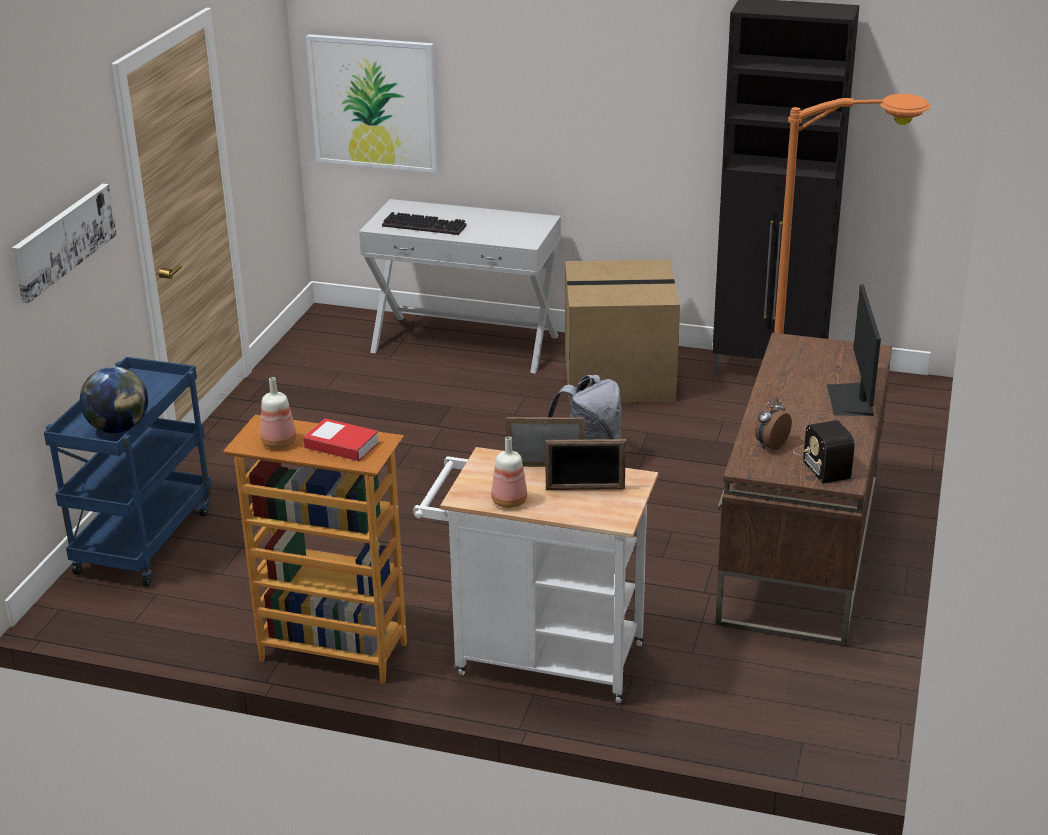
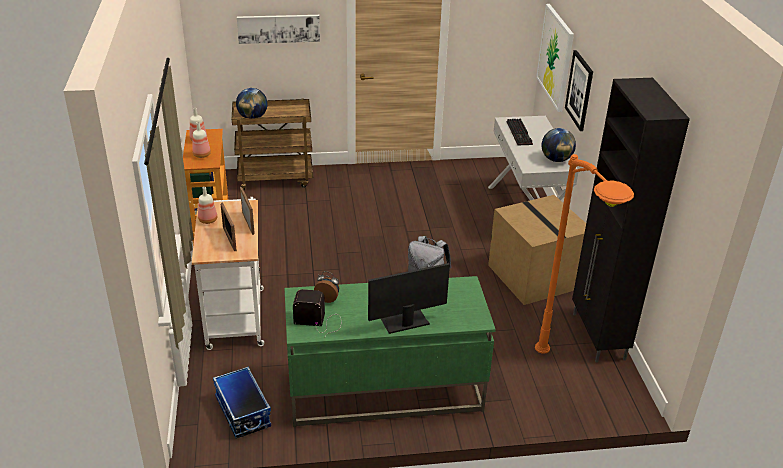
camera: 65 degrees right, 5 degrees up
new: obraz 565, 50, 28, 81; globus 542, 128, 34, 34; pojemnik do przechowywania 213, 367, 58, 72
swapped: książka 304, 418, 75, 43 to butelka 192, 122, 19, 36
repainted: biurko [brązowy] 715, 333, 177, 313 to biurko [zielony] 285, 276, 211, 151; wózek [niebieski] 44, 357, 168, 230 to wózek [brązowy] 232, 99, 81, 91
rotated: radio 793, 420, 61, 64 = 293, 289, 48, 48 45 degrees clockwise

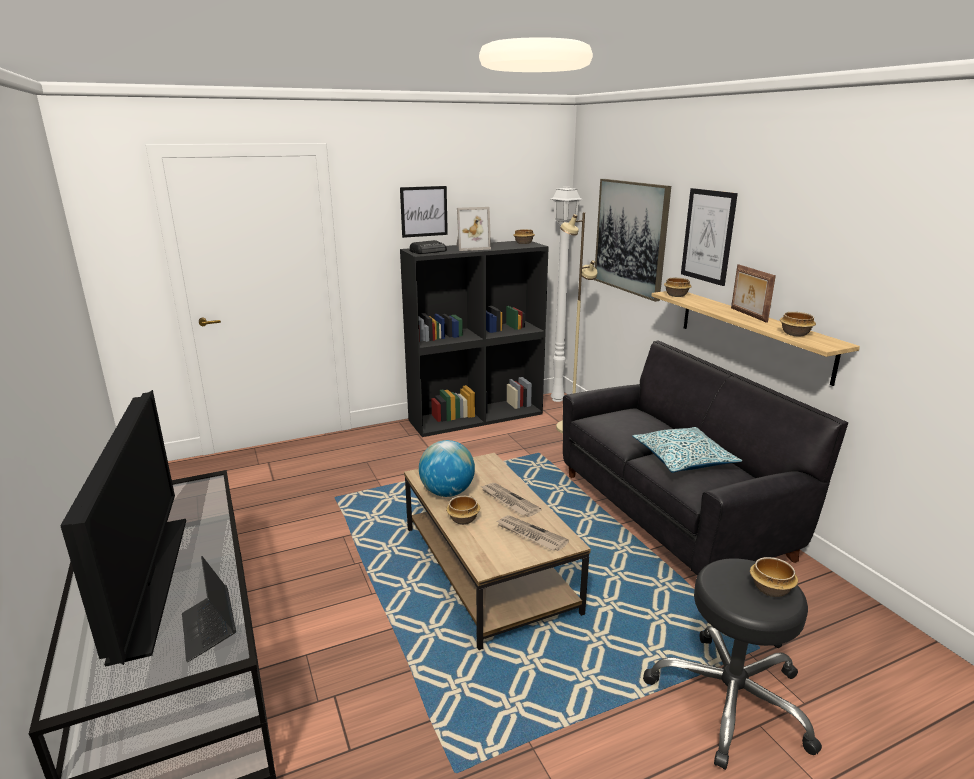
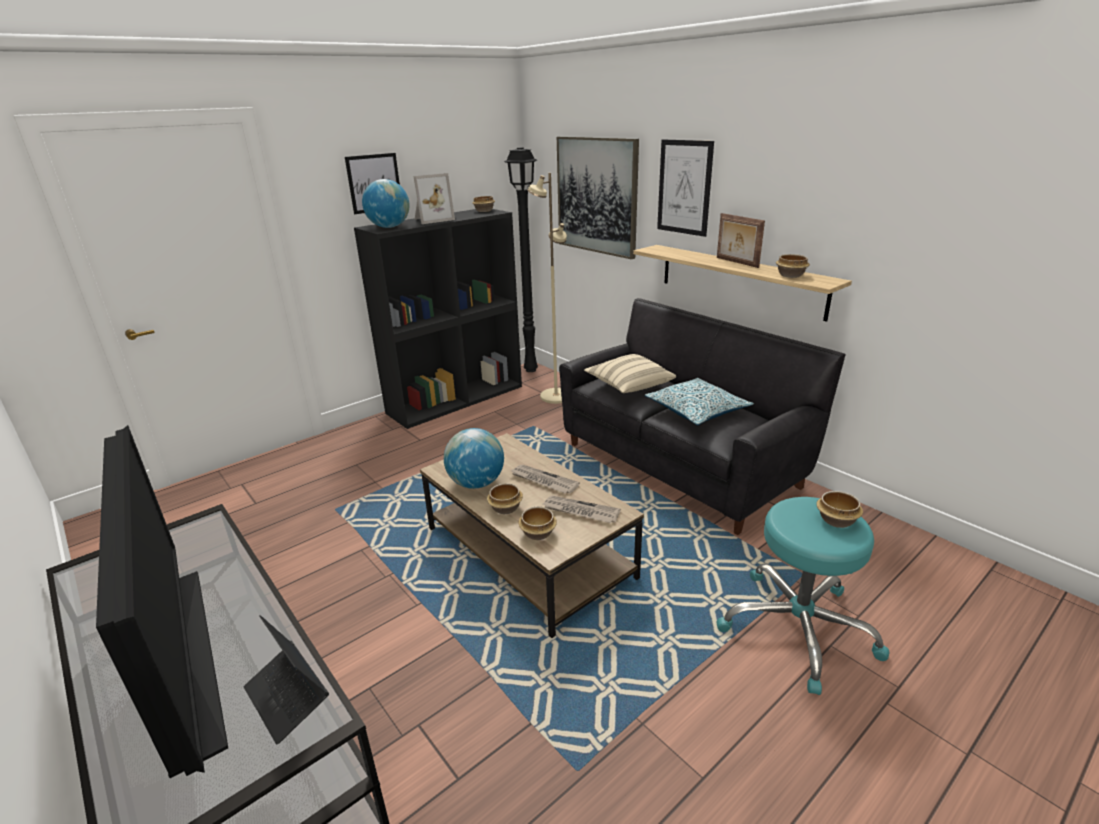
camera: 15 degrees left, 5 degrees up
new: poduszka [beżowy] 584, 354, 92, 39
shifted: miska 664, 278, 28, 19 to 518, 507, 39, 33
swapped: radio 410, 240, 37, 14 to globus 362, 179, 48, 49
repainted: lampa stojąca [biały] 551, 187, 32, 215 to lampa stojąca [czarny] 504, 148, 34, 224; stołek [czarny] 643, 559, 179, 211 to stołek [turkusowy] 716, 497, 173, 198

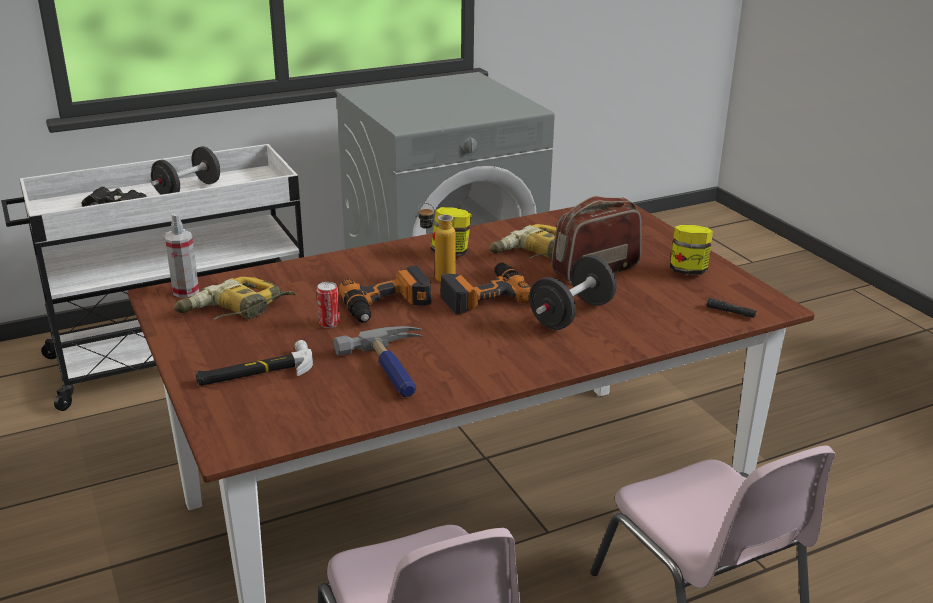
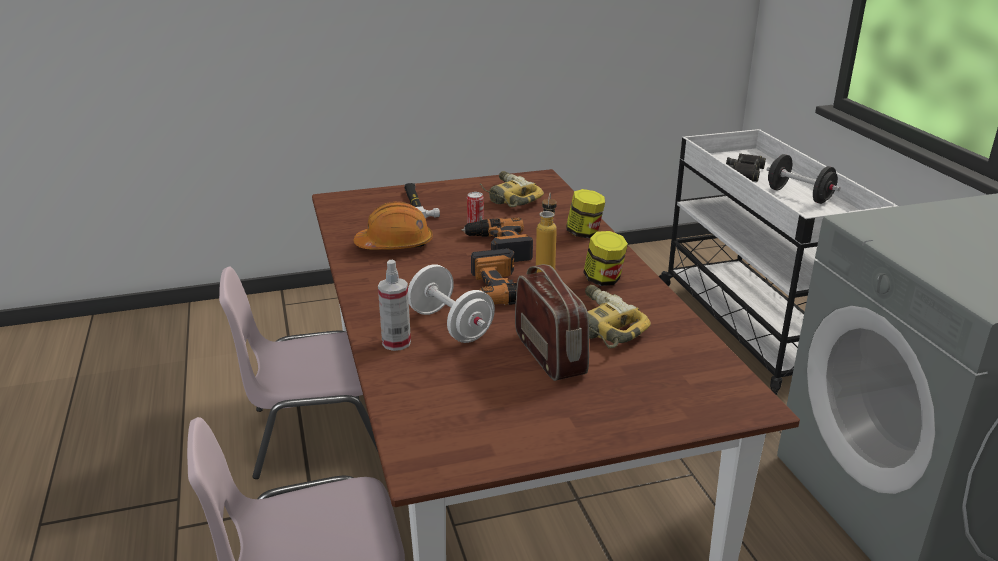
camera: 100 degrees right, 0 degrees up
gone: latarka [czarny] 707, 298, 50, 20
shifted: spryskiwacz 165, 212, 34, 85 to 378, 260, 33, 91; słoik 670, 225, 43, 50 to 566, 189, 39, 49
swapped: młotek 334, 326, 88, 71 to kask [pomarańczowy] 354, 202, 79, 48
repainted: hantel [czarny] 529, 255, 87, 75 to hantel [biały] 408, 264, 87, 79

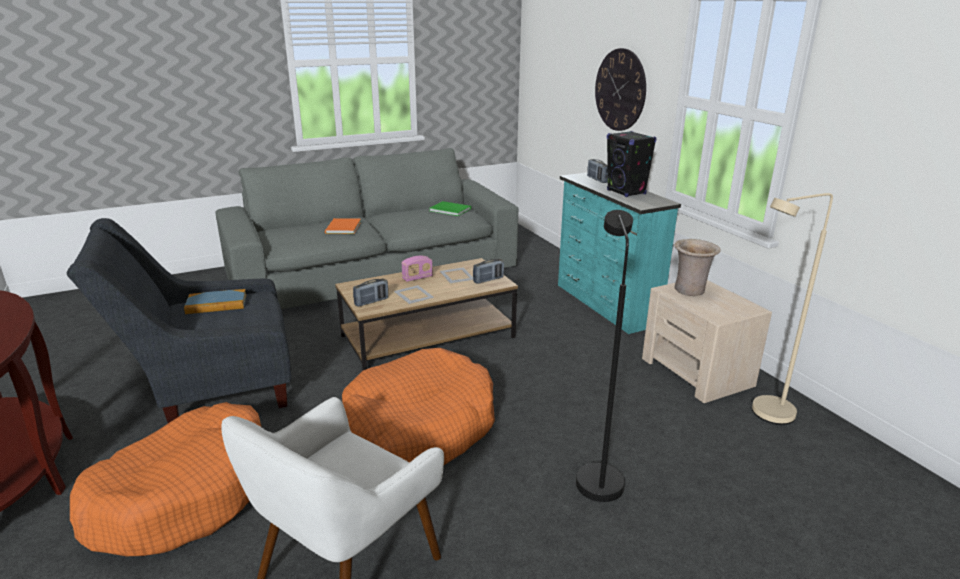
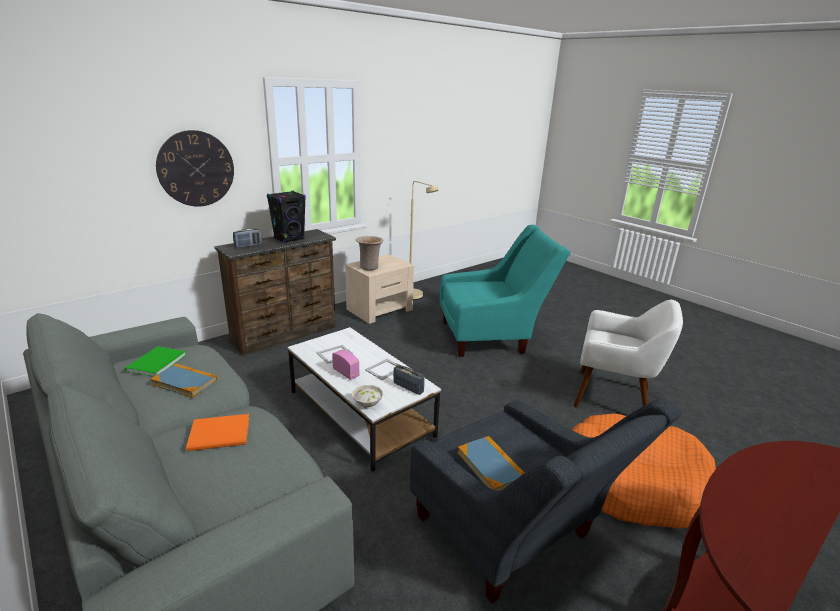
camera: 105 degrees left, 0 degrees up
gone: radio 473, 259, 31, 25; legowisko [pomarańczowy] 342, 348, 153, 117
new: książka 150, 364, 67, 34; miska [biały] 352, 385, 31, 24
swapped: lampa stojąca [czarny] 576, 210, 57, 292 to fotel [turkusowy] 440, 225, 131, 132
repainted: komoda [turkusowy] 558, 172, 123, 162 to komoda [brązowy] 214, 229, 122, 127; ława [brązowy] 335, 258, 183, 112 to ława [biały] 287, 327, 154, 145

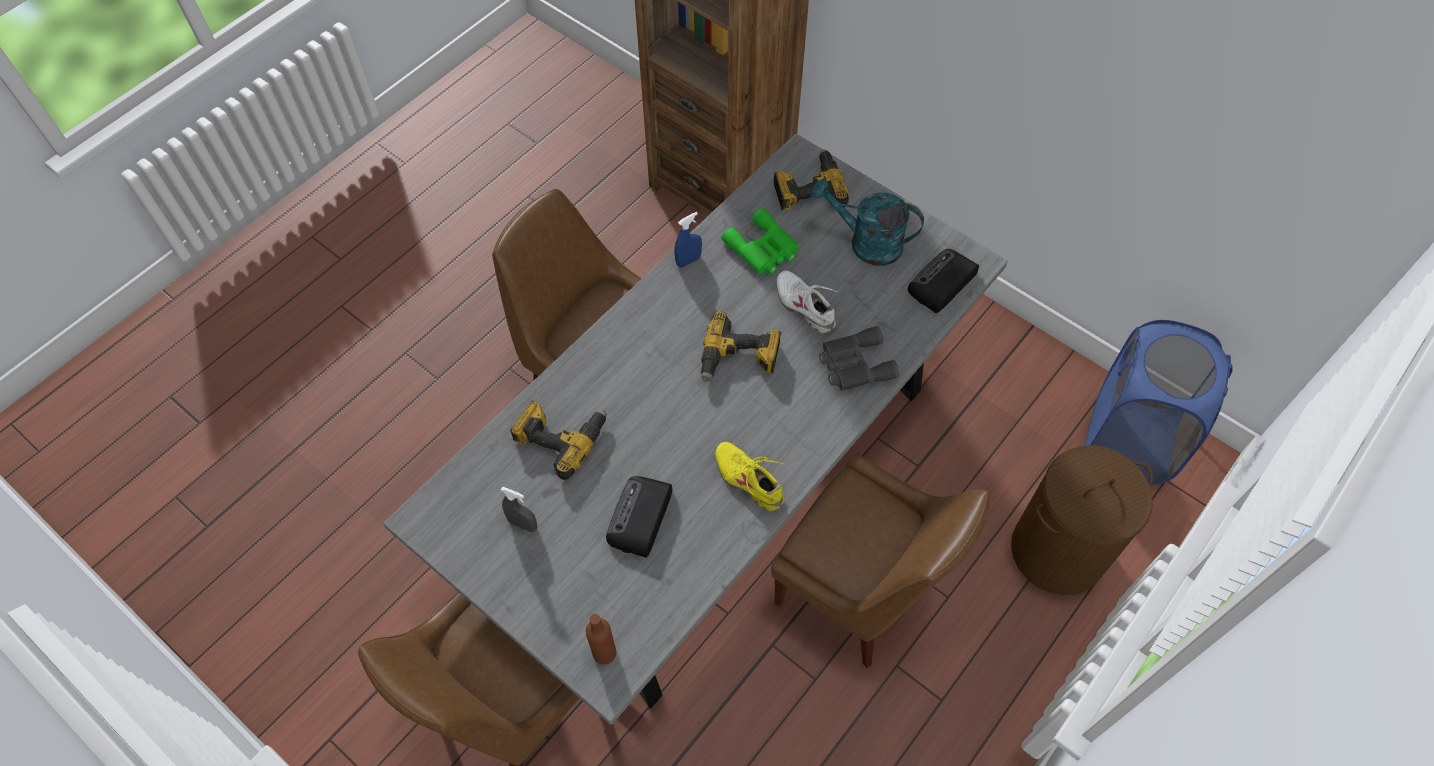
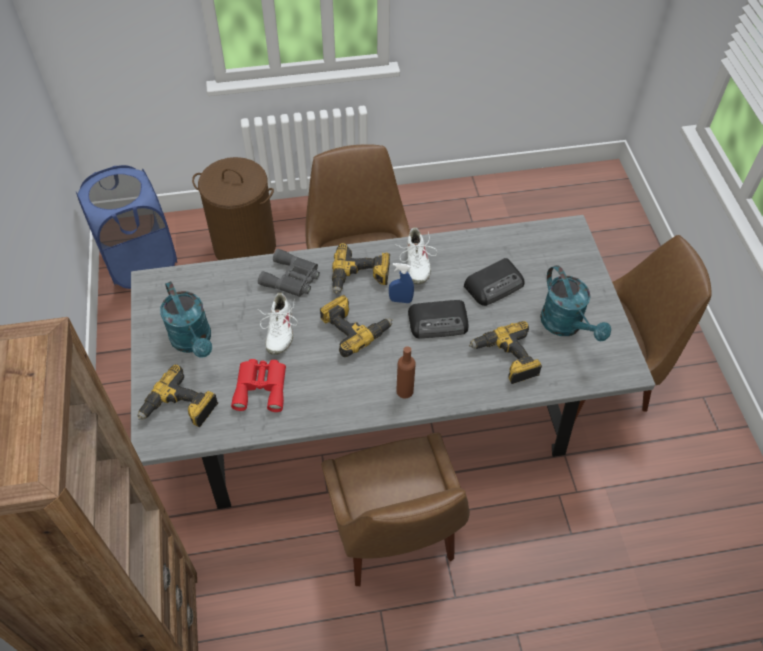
camera: 140 degrees left, 5 degrees down
new: wiertarka 332, 243, 58, 51
shifted: spryskiwacz [niebieski] 674, 212, 28, 55 to 389, 263, 25, 40; radio 908, 249, 71, 64 to 408, 300, 60, 38; butelka [brązowy] 586, 614, 30, 51 to 396, 346, 20, 53
swapped: spryskiwacz [szary] 501, 487, 36, 45 to konewka [turkusowy] 540, 265, 71, 76
repainted: lornetka [zielony] 721, 208, 78, 67 to lornetka [czerwony] 231, 359, 55, 53; but [żółty] 715, 442, 69, 69 to but [biały] 397, 227, 41, 57

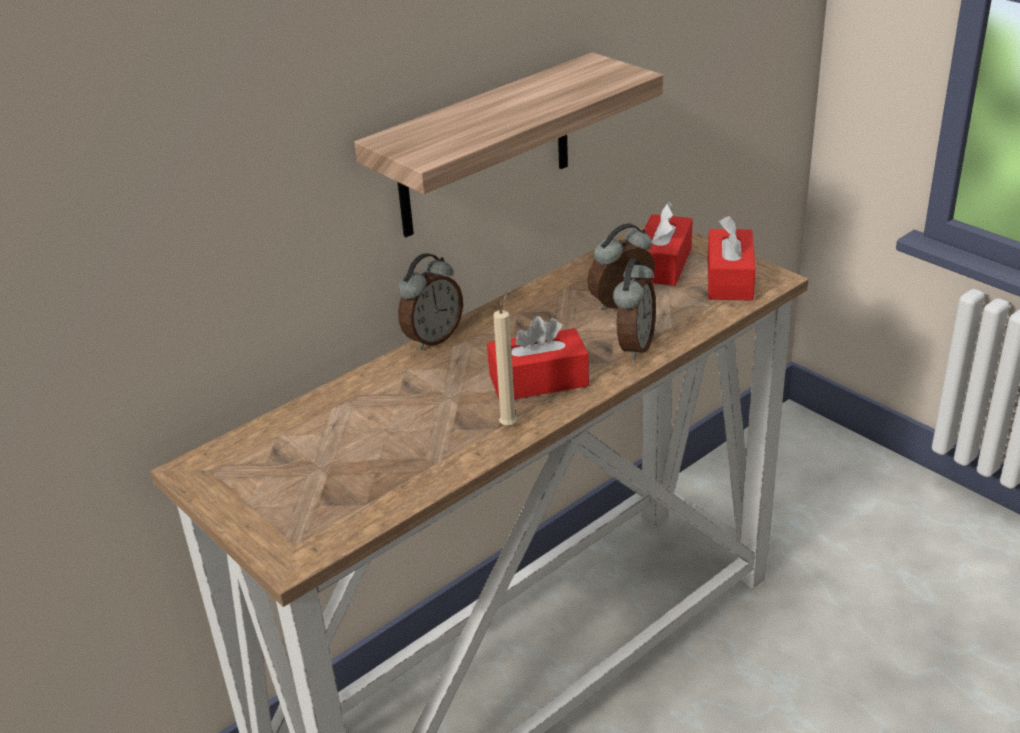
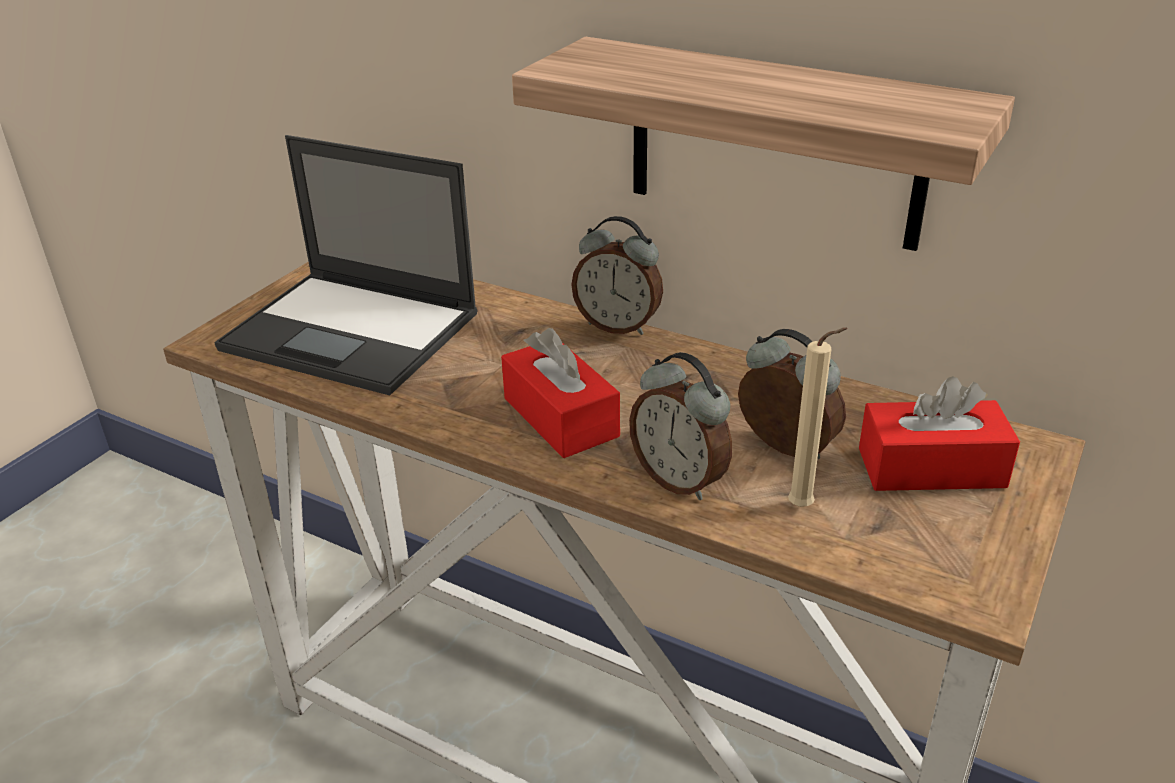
camera: 70 degrees right, 0 degrees up
gone: pudełko chusteczek [czerwony] 708, 216, 48, 85
new: laptop 214, 135, 264, 260
shifted: świeca [beżowy] 493, 293, 24, 133 to 788, 328, 60, 179
rotated: budzik 613, 259, 43, 100 = 629, 352, 103, 148 45 degrees clockwise

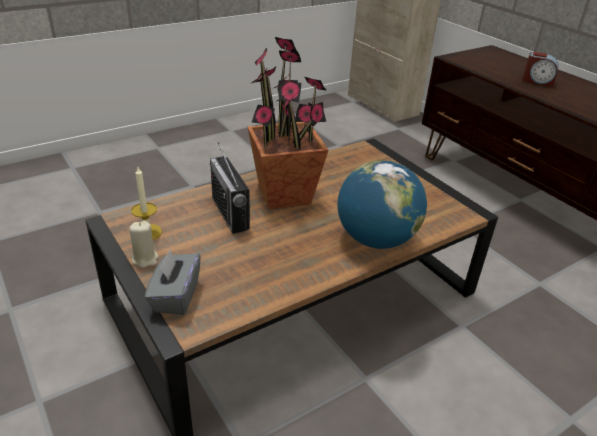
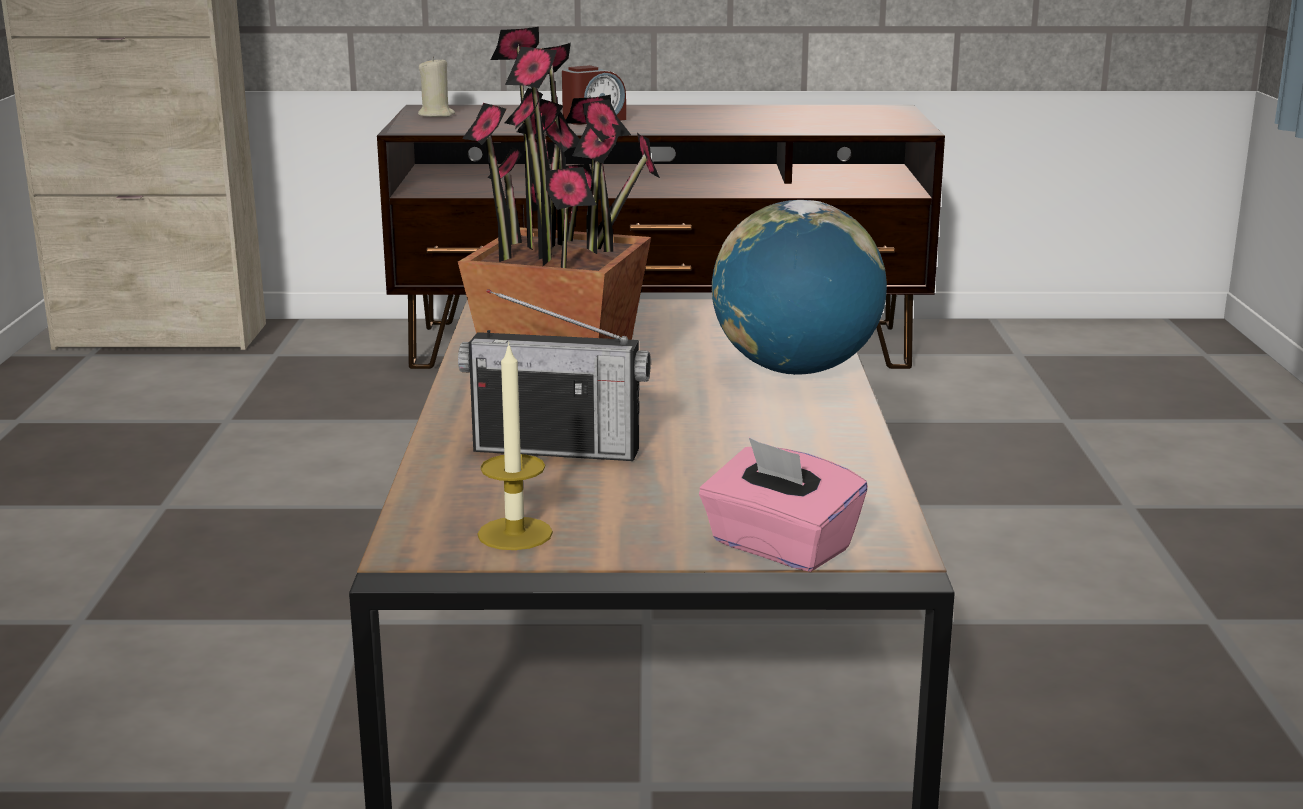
camera: 55 degrees left, 15 degrees down
shifted: świeca [beżowy] 129, 221, 30, 47 to 418, 56, 37, 61
repainted: pudełko chusteczek [szary] 145, 250, 56, 65 to pudełko chusteczek [różowy] 699, 438, 169, 134

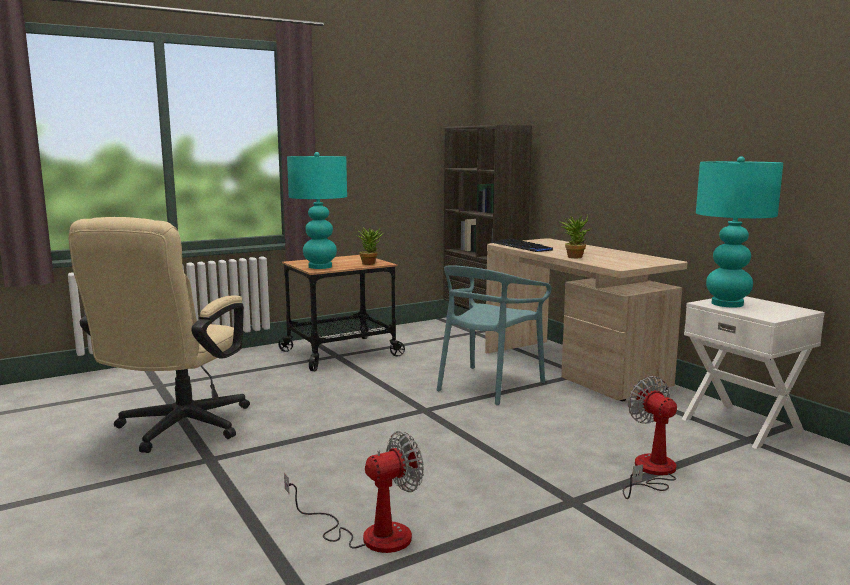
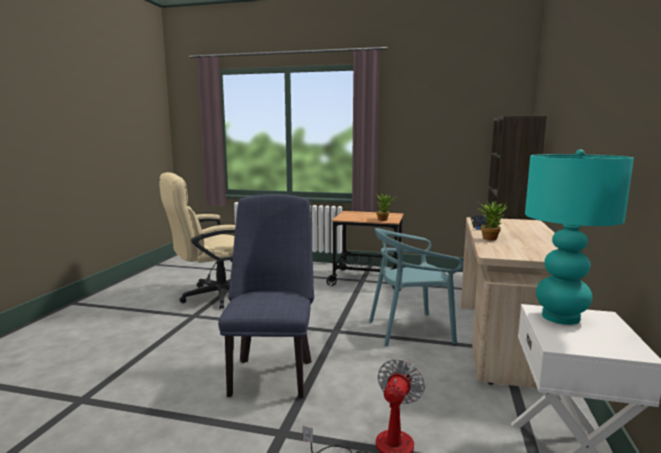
camera: 45 degrees right, 0 degrees up
gone: lampa stołowa [turkusowy] 287, 152, 60, 117; wentylator 284, 431, 140, 122
new: krzesło [niebieski] 218, 194, 96, 204

